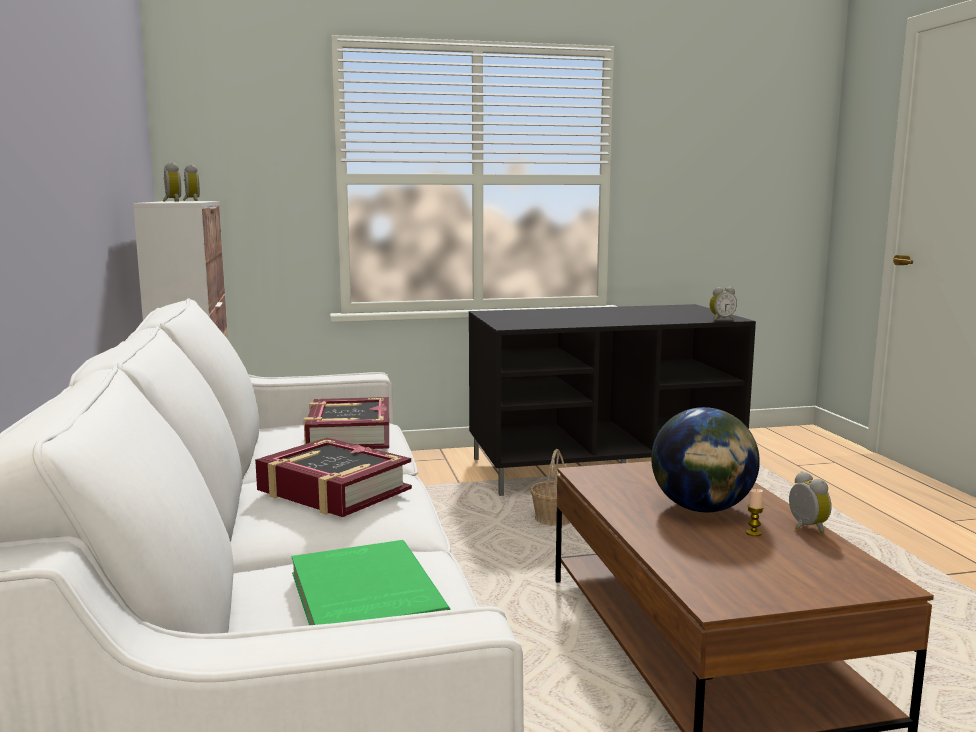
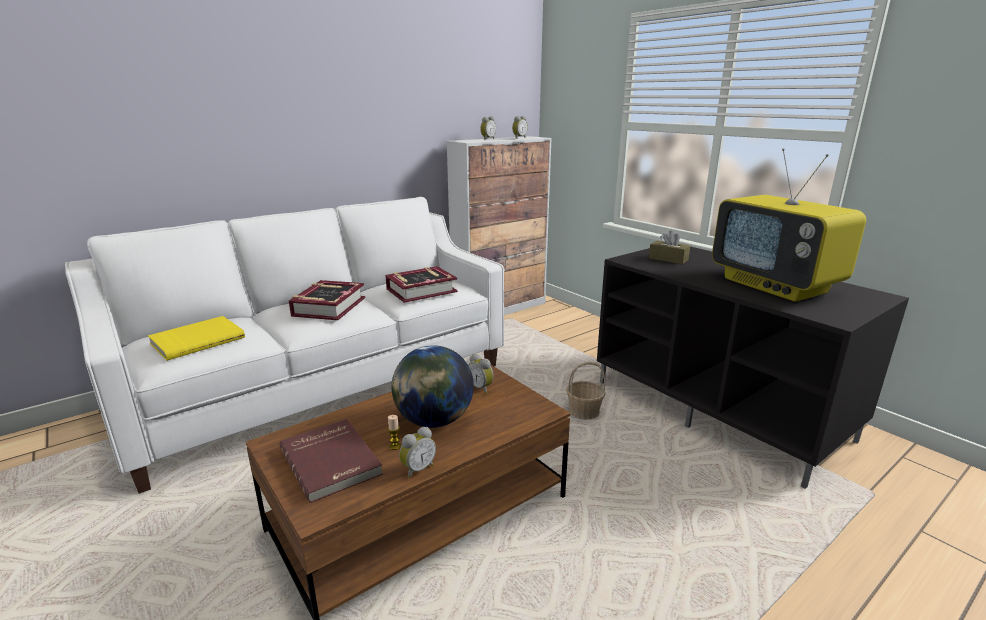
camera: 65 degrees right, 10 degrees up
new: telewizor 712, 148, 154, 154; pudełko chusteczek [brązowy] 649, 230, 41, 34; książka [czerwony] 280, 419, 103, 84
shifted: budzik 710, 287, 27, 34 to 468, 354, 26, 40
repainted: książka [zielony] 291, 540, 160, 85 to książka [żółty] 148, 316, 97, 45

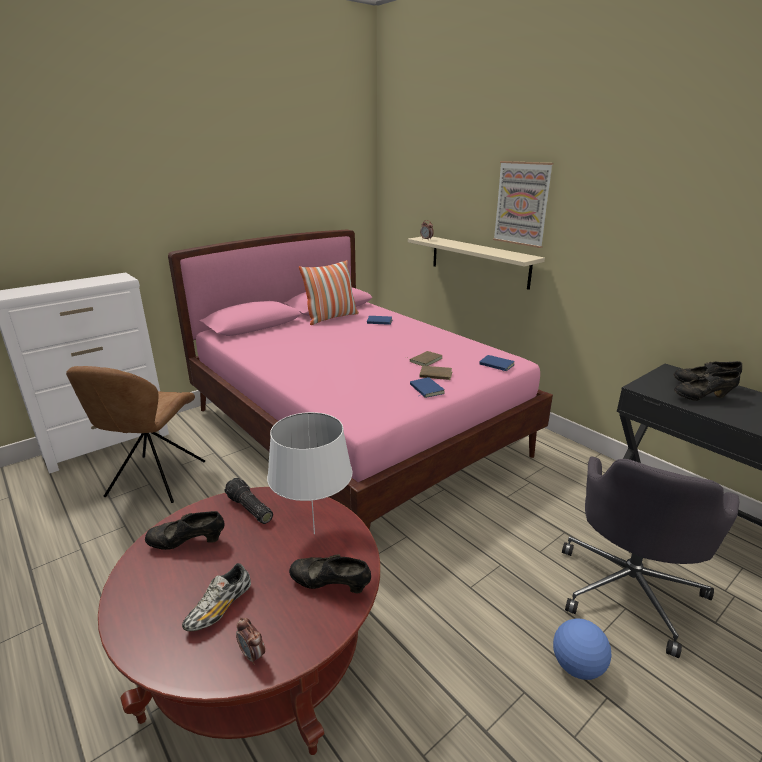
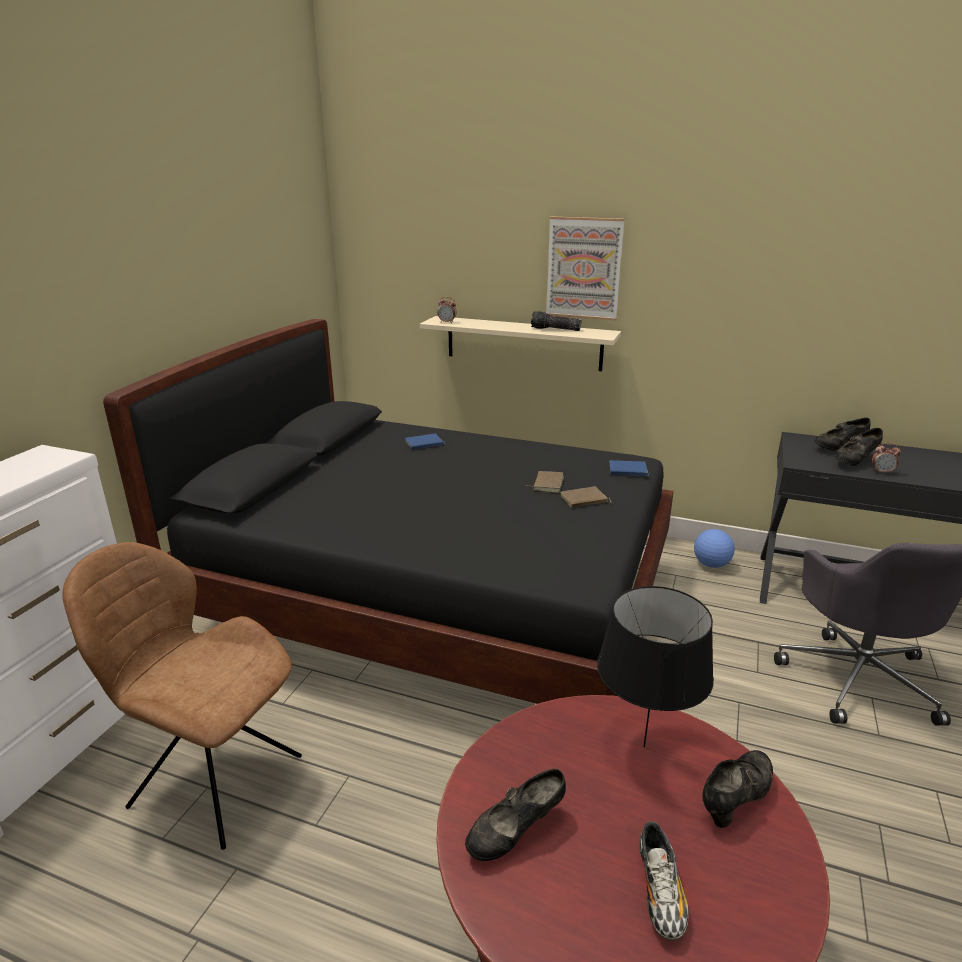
camera: 30 degrees left, 0 degrees up
gone: poduszka 299, 260, 60, 65; książka [niebieski] 410, 377, 35, 21
shifted: latarka 225, 478, 48, 46 to 531, 311, 50, 20; budzik 236, 617, 29, 48 to 872, 443, 29, 31; piłka futbolowa 553, 619, 58, 61 to 694, 529, 41, 39
repainted: łóżko [różowy] 168, 230, 385, 300 to łóżko [czarny] 103, 319, 571, 385; lampa stołowa [biały] 267, 412, 86, 122 to lampa stołowa [czarny] 597, 586, 117, 161
rotated: krzesło [brązowy] 66, 366, 139, 137 = 63, 542, 239, 308 135 degrees clockwise; but [czarny] 289, 554, 82, 39 = 702, 750, 71, 78 150 degrees clockwise

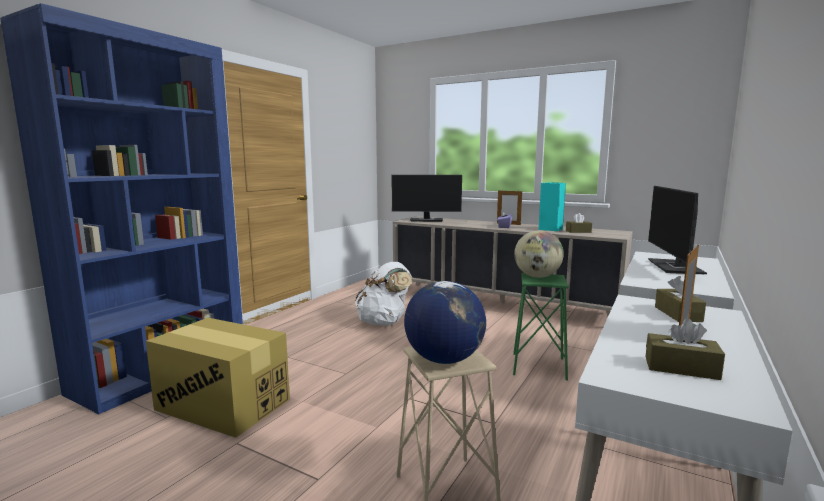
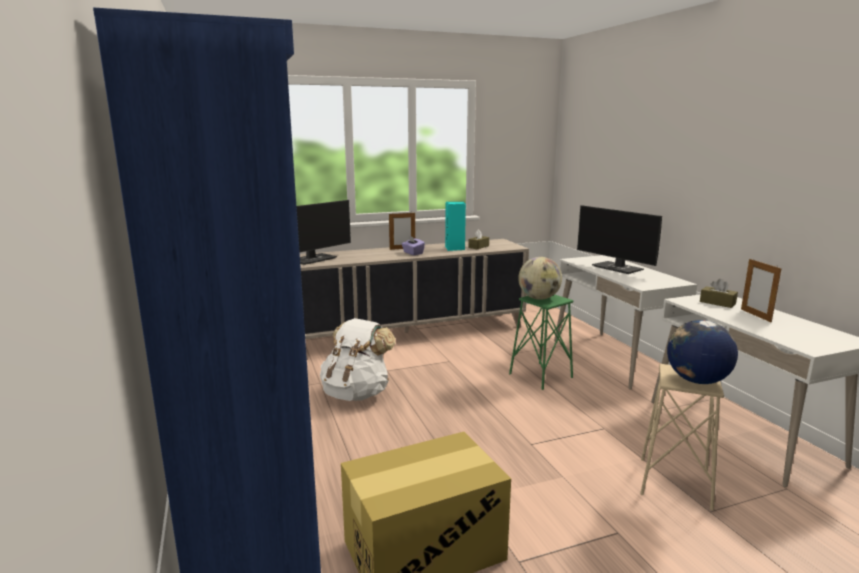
camera: 50 degrees left, 5 degrees up
gone: pudełko chusteczek [brązowy] 645, 318, 80, 62

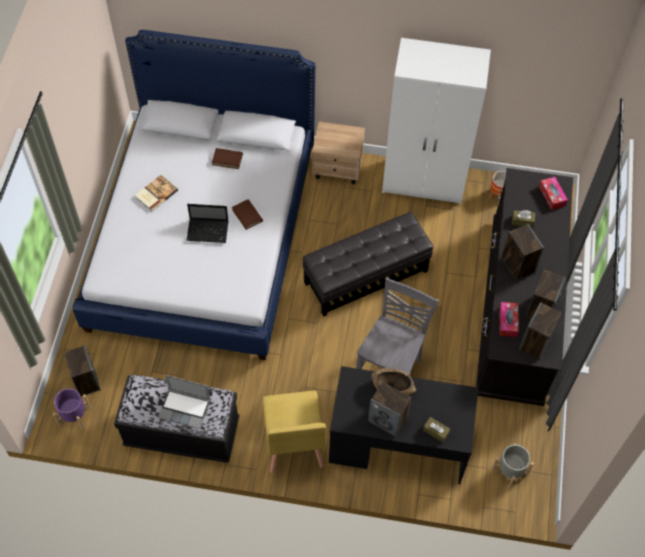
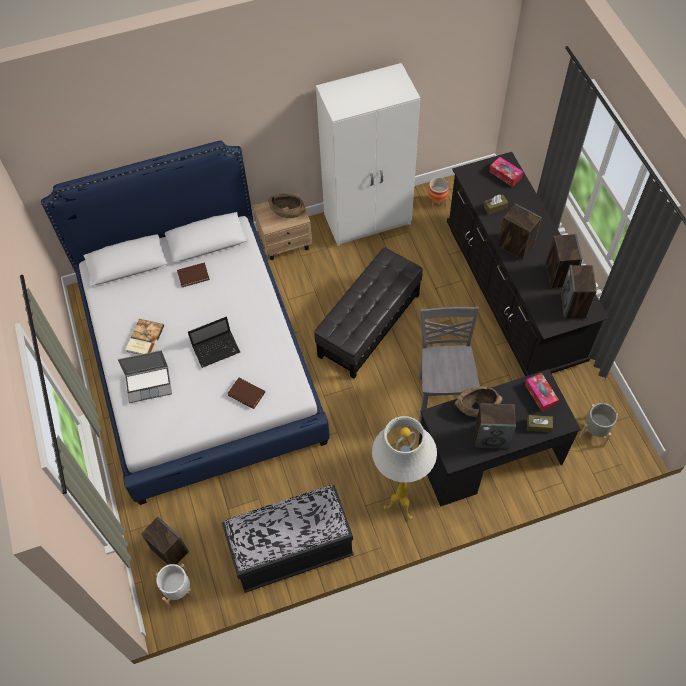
camera: 25 degrees left, 0 degrees up
new: miska [brązowy] 268, 194, 38, 24
shifted: książka [brązowy] 232, 199, 31, 31 to 227, 378, 38, 31; pudełko chusteczek 500, 302, 19, 35 to 525, 373, 34, 38; laptop 158, 375, 53, 54 to 118, 350, 54, 53
swapped: krzesło [żółty] 263, 391, 63, 82 to lampa stojąca [biały] 372, 416, 65, 103
repainted: donica [fioletowy] 53, 388, 38, 42 to donica [biały] 156, 564, 40, 44

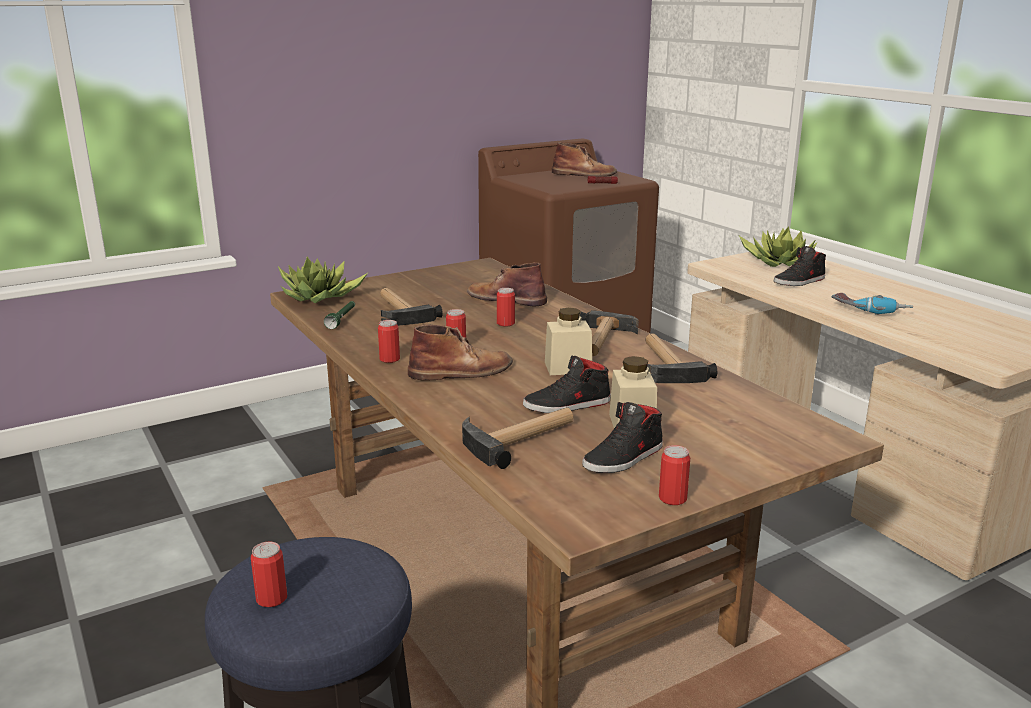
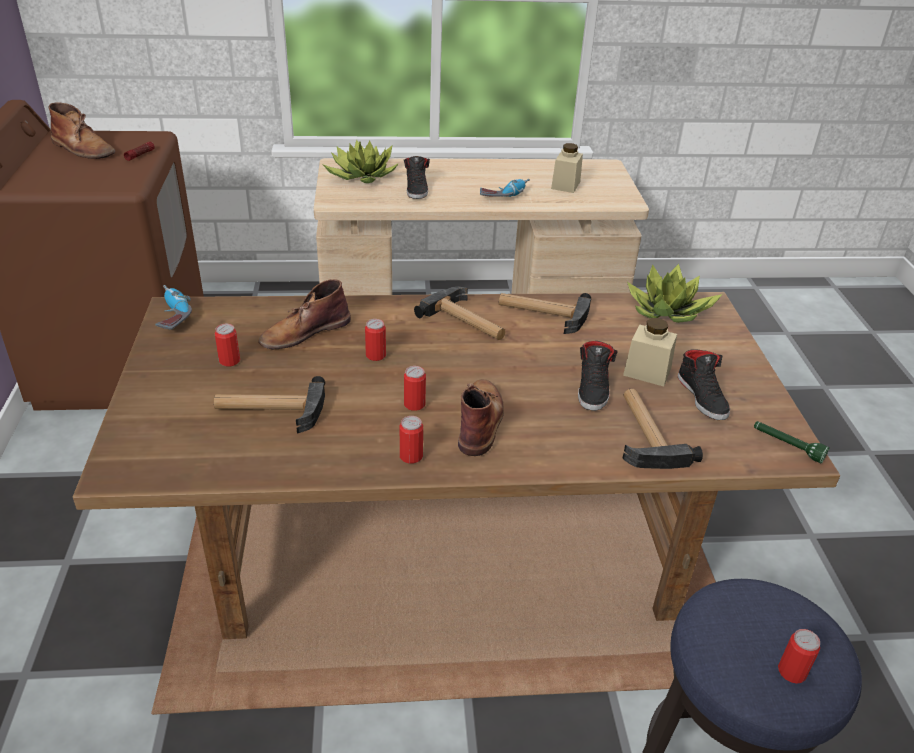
camera: 65 degrees left, 15 degrees up
new: wiertarka 155, 285, 37, 45
shifted: roślina doniczkowa 278, 257, 90, 46 to 627, 264, 96, 59; latarka [zielony] 324, 301, 31, 28 to 754, 421, 75, 42; słoik [beżowy] 545, 308, 47, 67 to 551, 143, 32, 50; puszka 659, 445, 31, 60 to 215, 324, 25, 43
rotated: but z cholewką [brązowy] 552, 143, 65, 34 = 48, 102, 67, 57 90 degrees clockwise

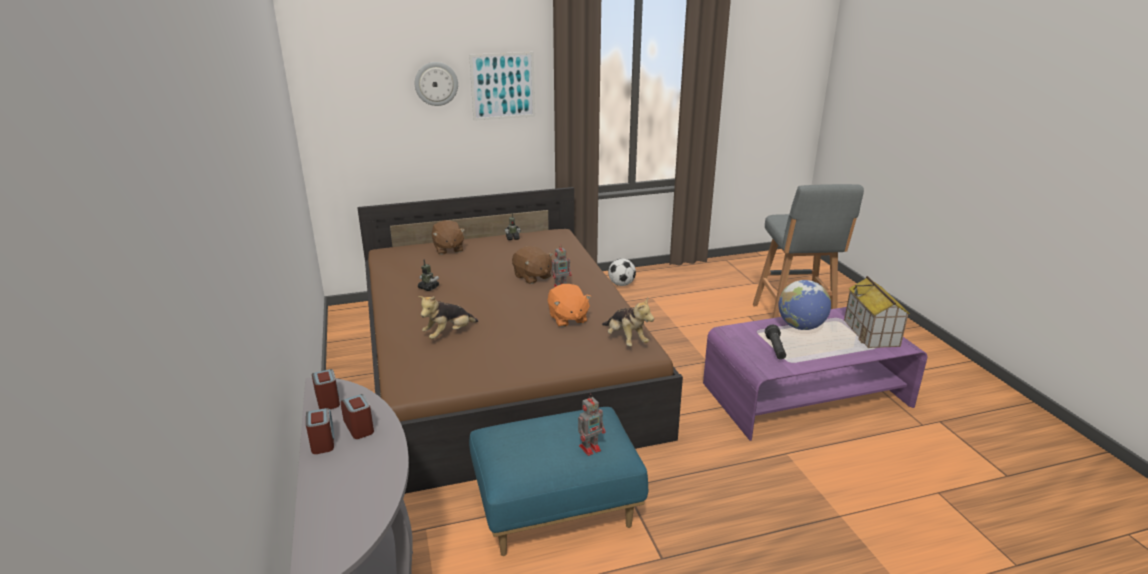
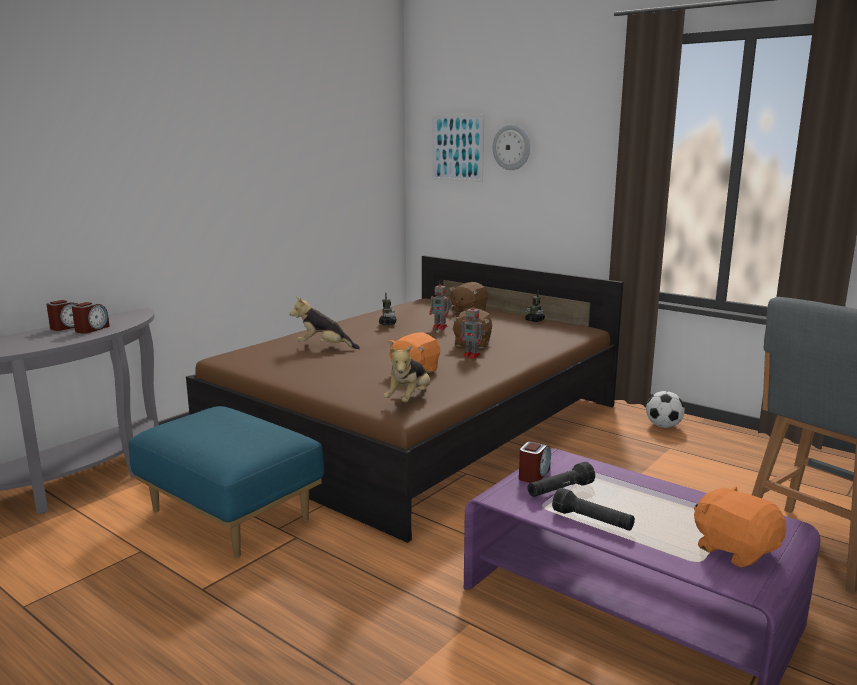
camera: 55 degrees right, 10 degrees down
gone: globus 778, 280, 53, 50
new: latarka [czarny] 552, 488, 83, 43
shifted: obraz 469, 52, 66, 69 to 432, 115, 52, 67; budzik 312, 369, 28, 40 to 519, 442, 32, 41; robot zabawkowy 578, 394, 27, 62 to 429, 280, 23, 50
swapped: domek 844, 276, 66, 72 to pluszak [pomarańczowy] 694, 486, 92, 82

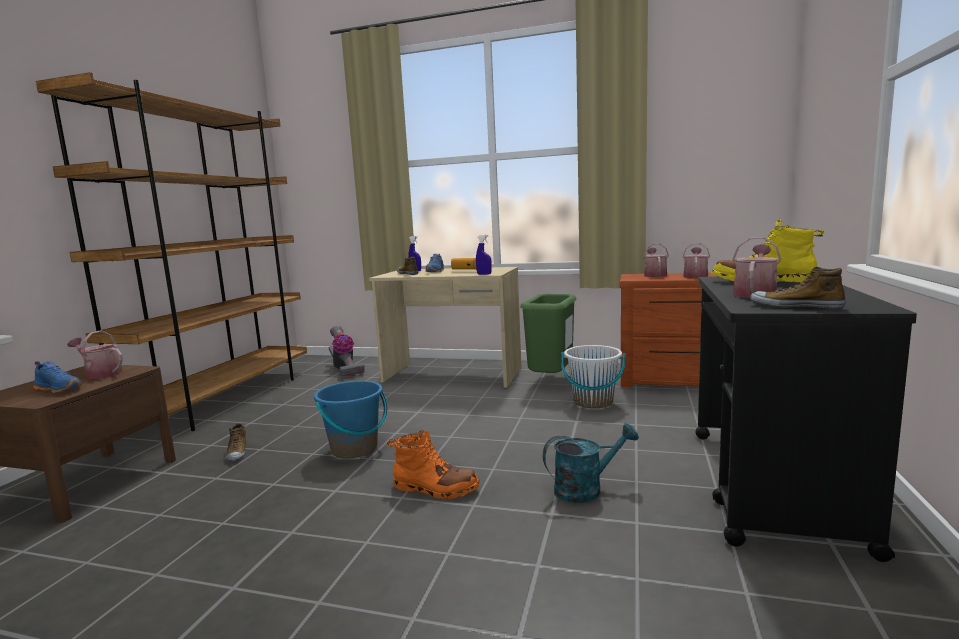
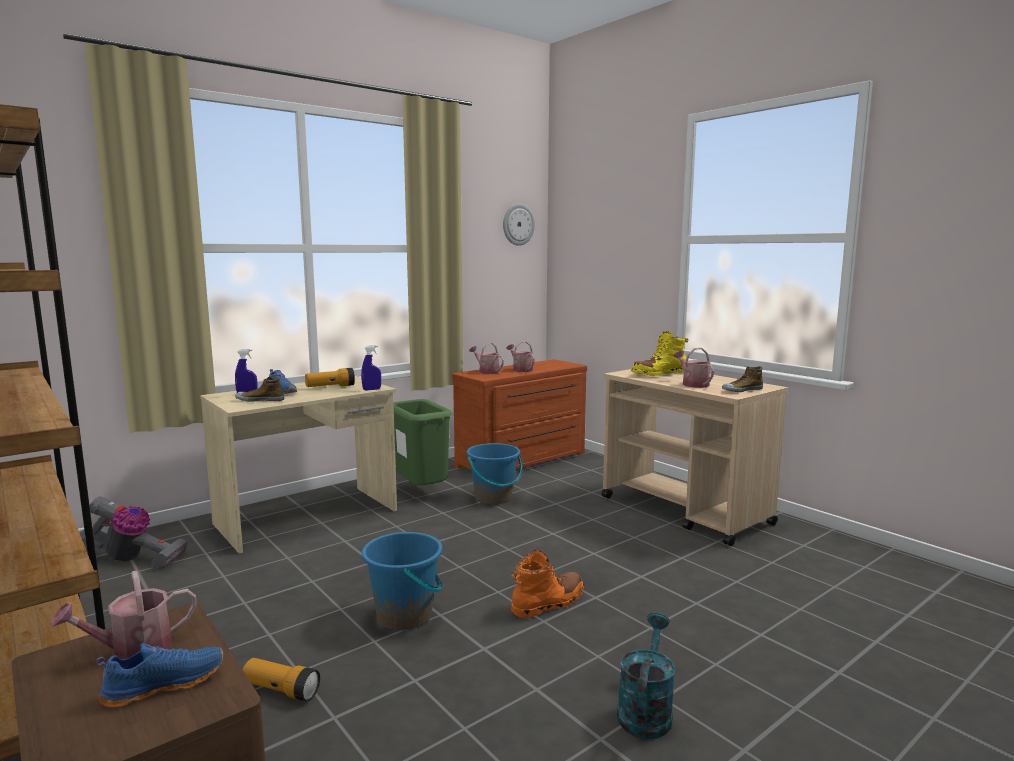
camera: 55 degrees left, 0 degrees up
new: zegar ścienny 503, 204, 32, 42
shifted: konewka [turkusowy] 543, 423, 96, 80 to 617, 612, 59, 127
swapped: but 225, 423, 21, 38 to latarka 243, 658, 77, 43
repainted: wózek [czarny] 695, 276, 222, 286 to wózek [beżowy] 601, 369, 187, 177; wiadro [biały] 561, 345, 64, 63 to wiadro [niebieski] 467, 443, 56, 61

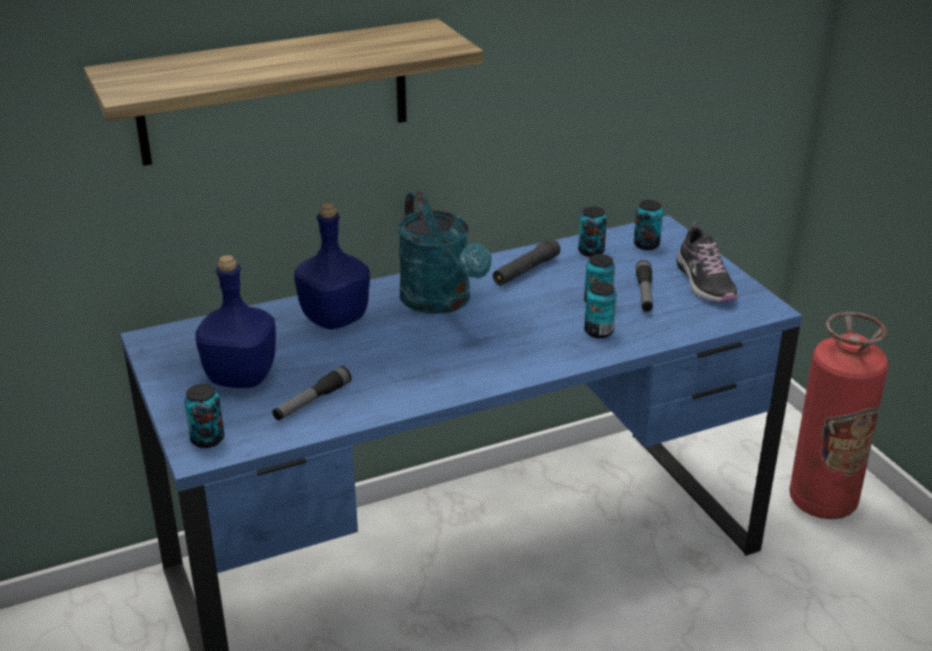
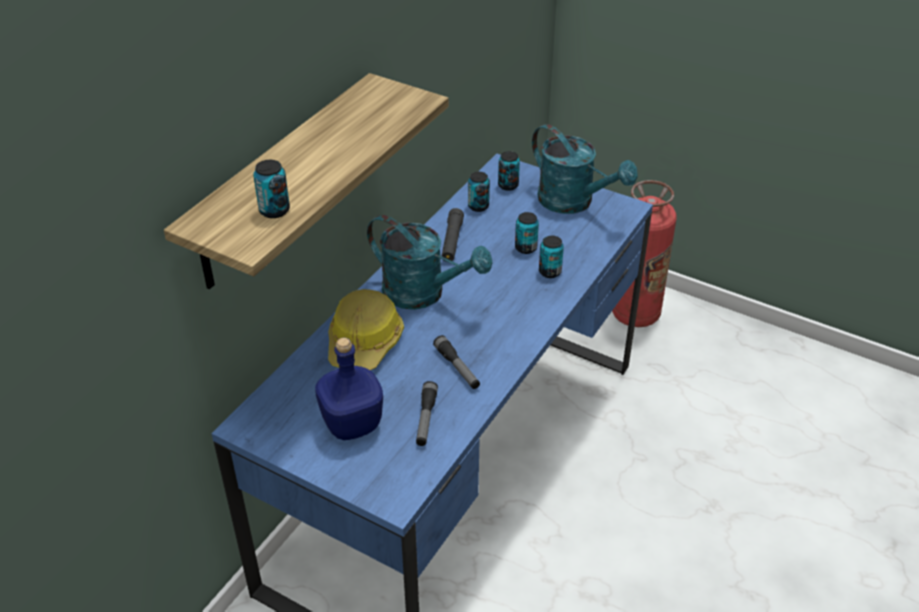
camera: 35 degrees left, 10 degrees up
shifted: latarka 636, 260, 17, 52 to 433, 335, 47, 54; puszka 184, 384, 40, 64 to 253, 160, 37, 58
swapped: butelka [niebieski] 294, 203, 76, 127 to kask 328, 289, 76, 81; but 676, 222, 62, 80 to konewka [turkusowy] 532, 124, 106, 90

